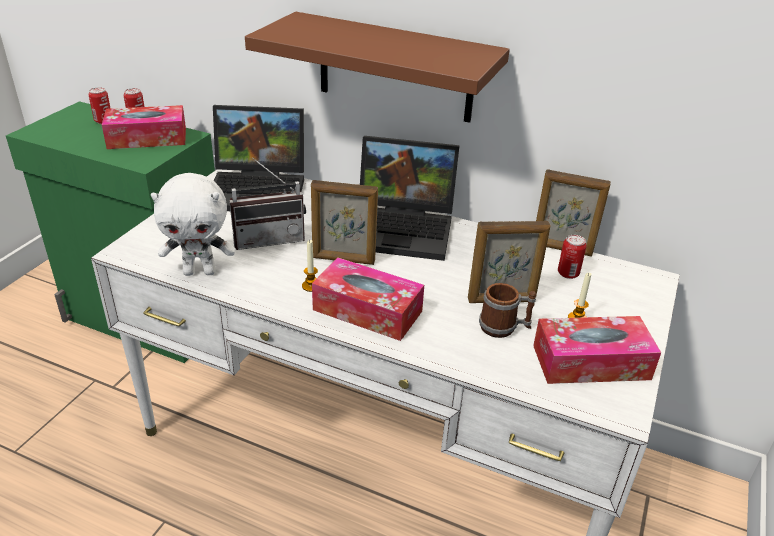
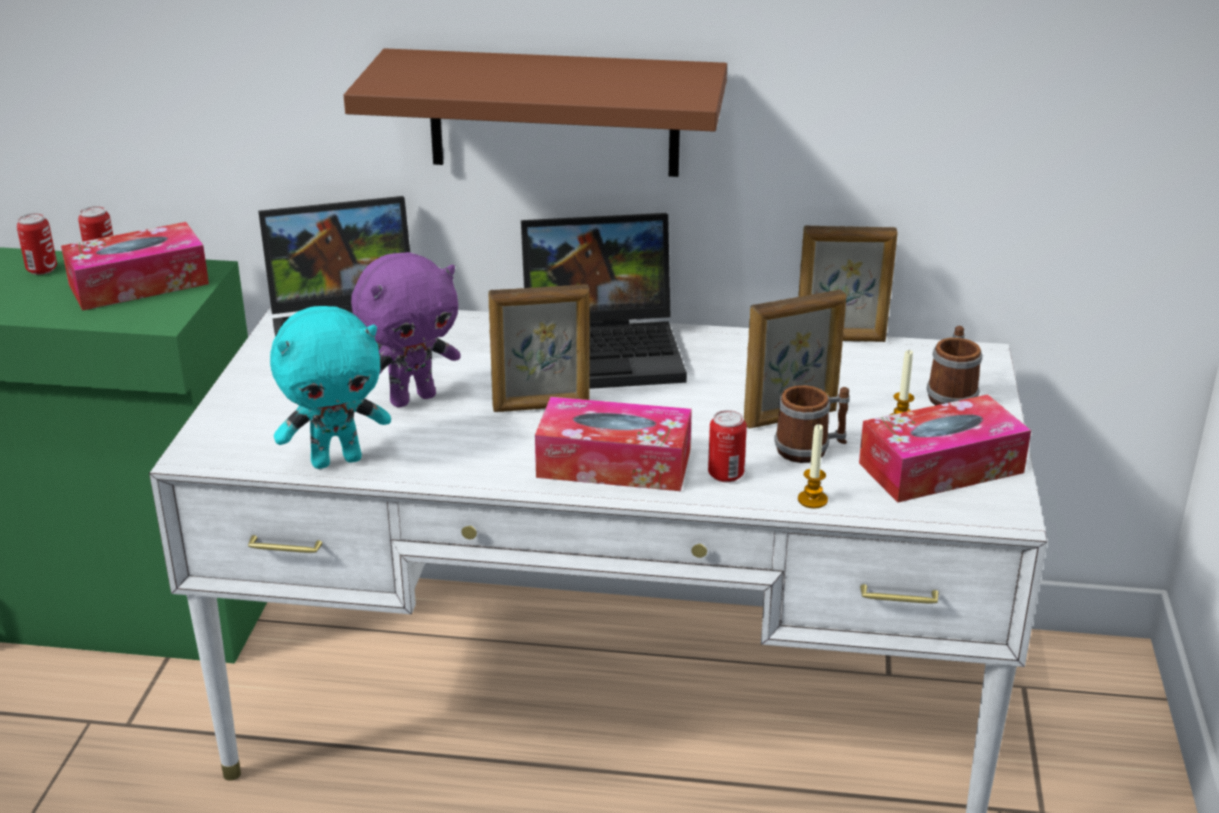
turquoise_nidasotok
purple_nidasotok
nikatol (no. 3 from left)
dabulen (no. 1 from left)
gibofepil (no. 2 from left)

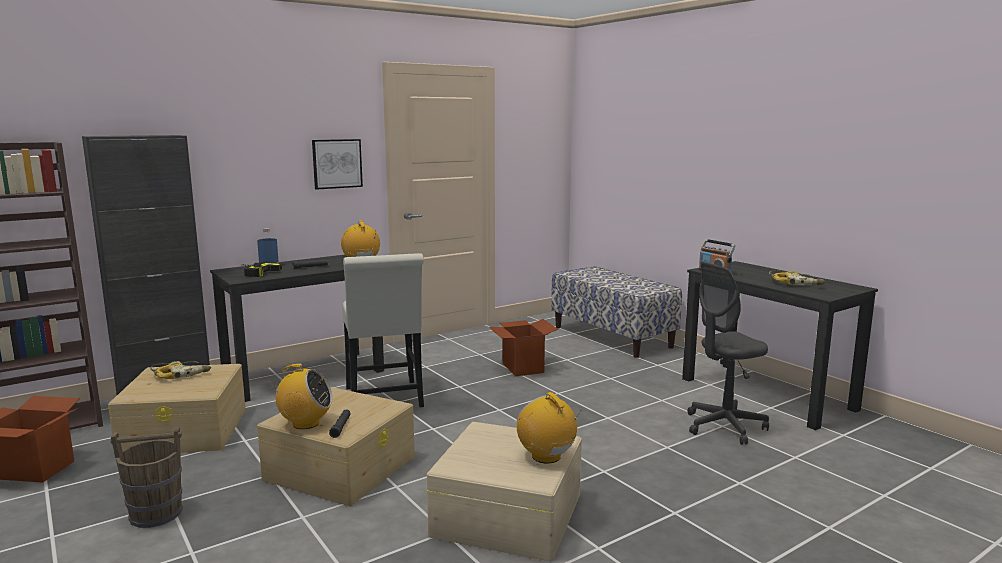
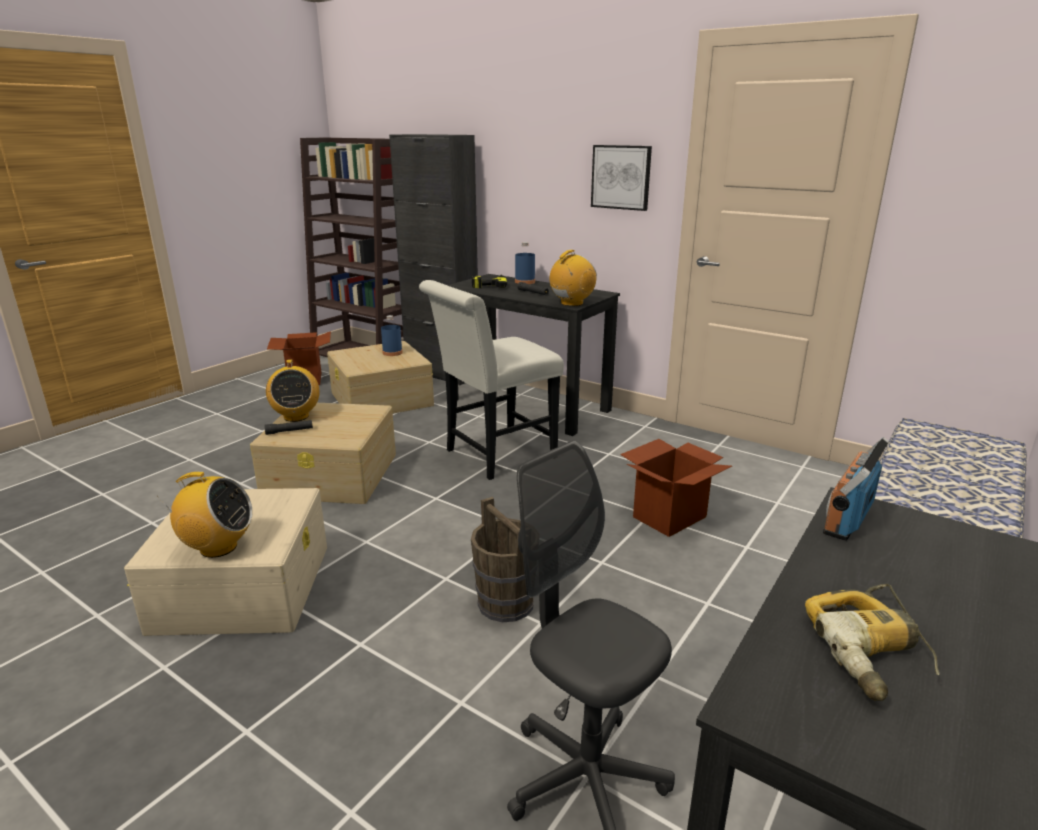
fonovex (no. 1 from left)
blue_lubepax (no. 1 from left)
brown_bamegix

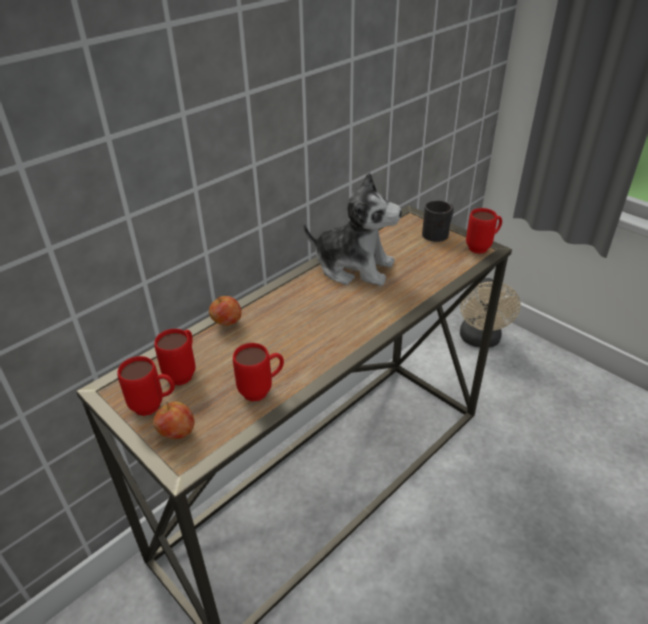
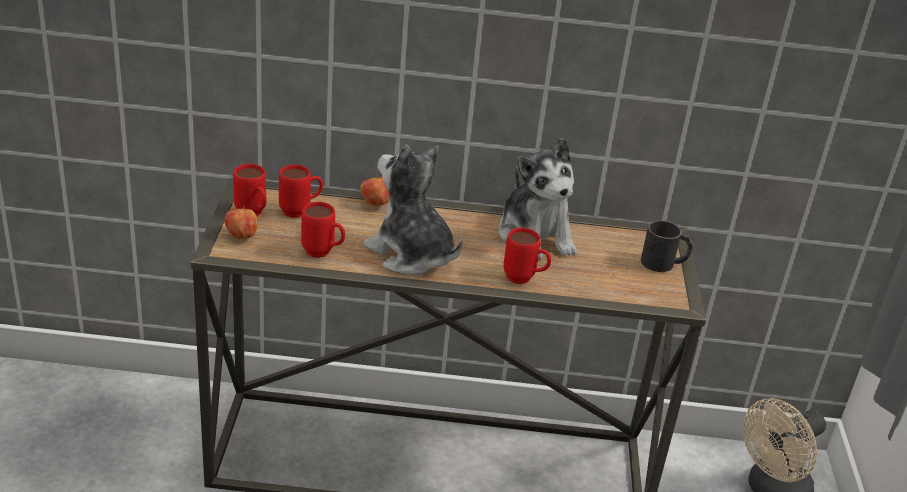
nidasotok (no. 1 from left)
red_gibofepil (no. 4 from left)

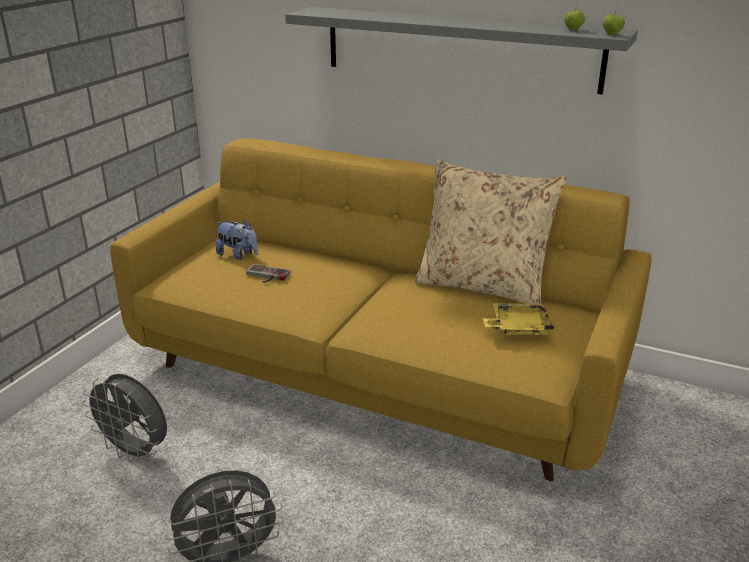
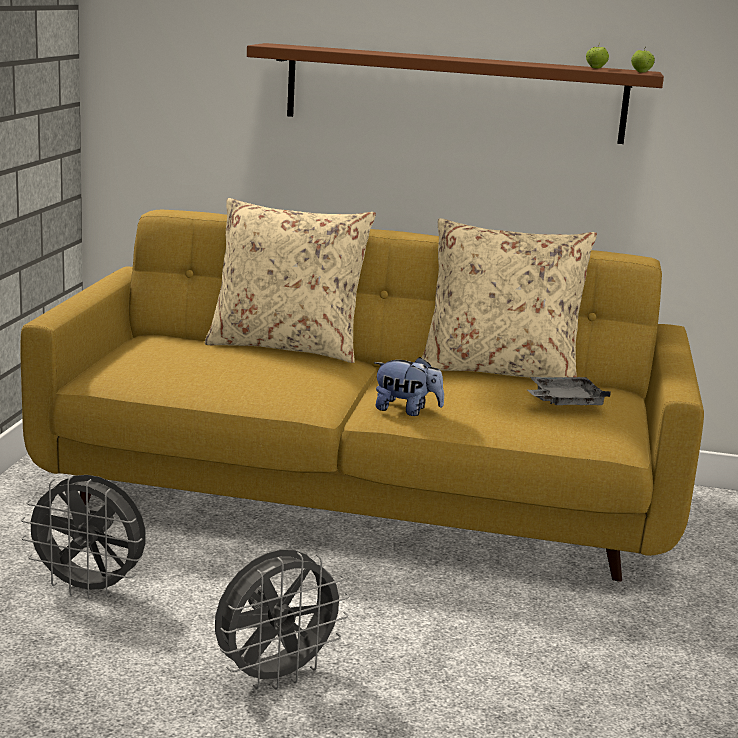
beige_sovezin (no. 1 from left)
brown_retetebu
nidasotok
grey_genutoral
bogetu

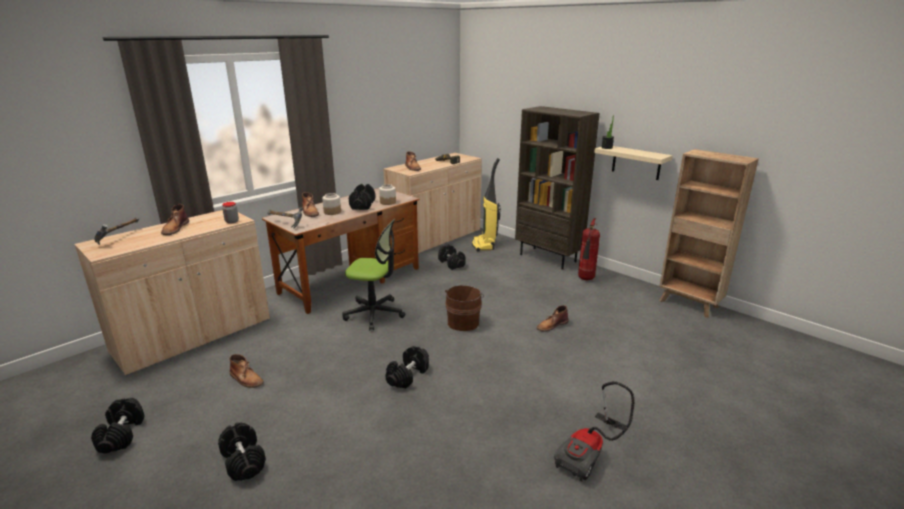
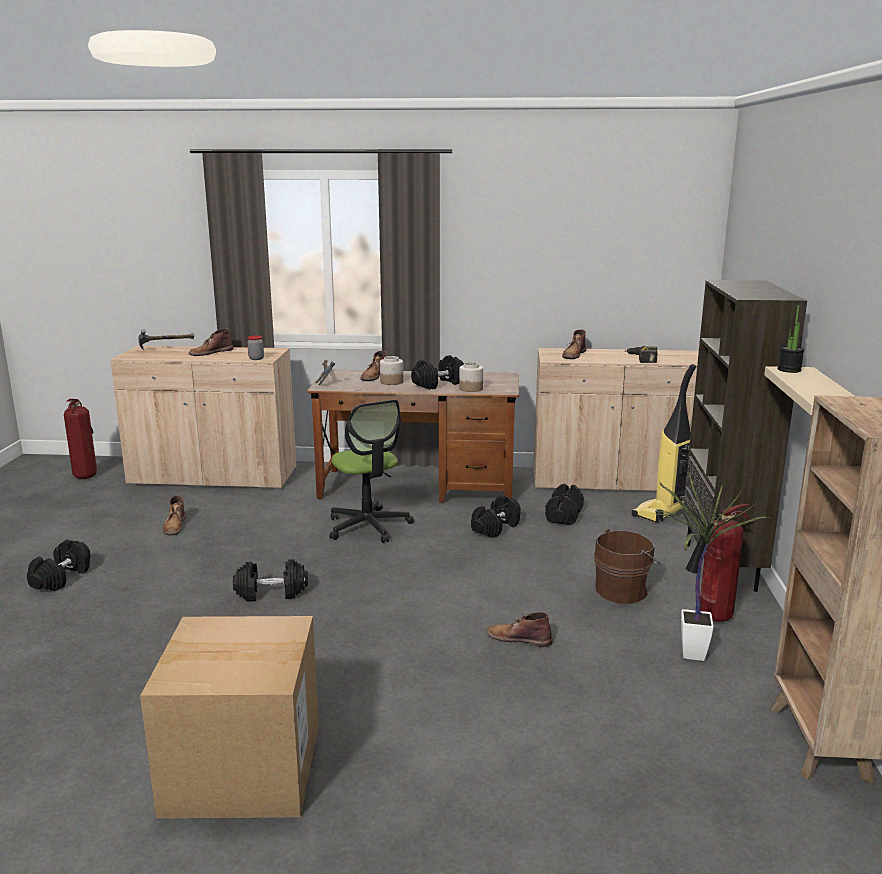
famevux (no. 1 from left)
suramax
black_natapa (no. 4 from left)
brown_bamegix
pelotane (no. 1 from left)

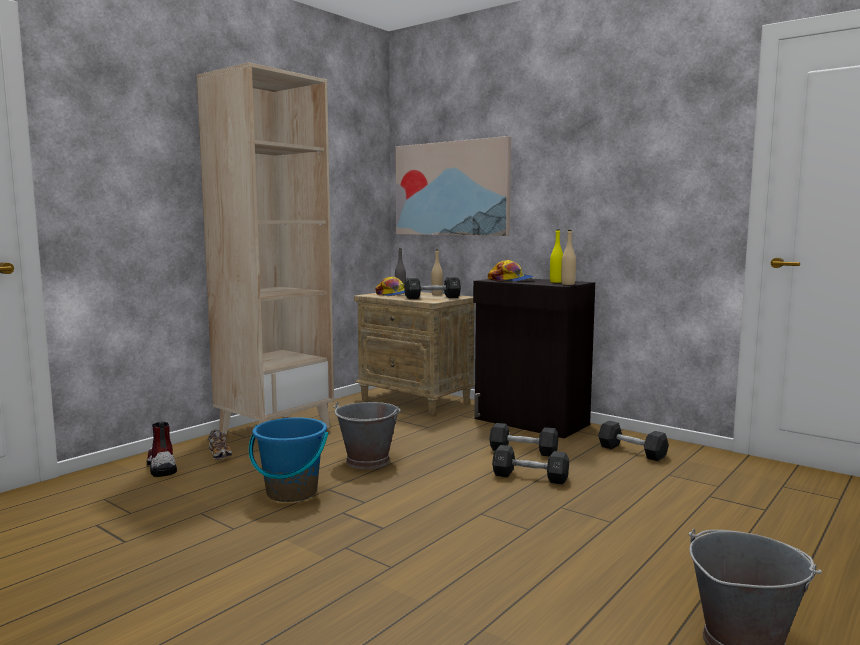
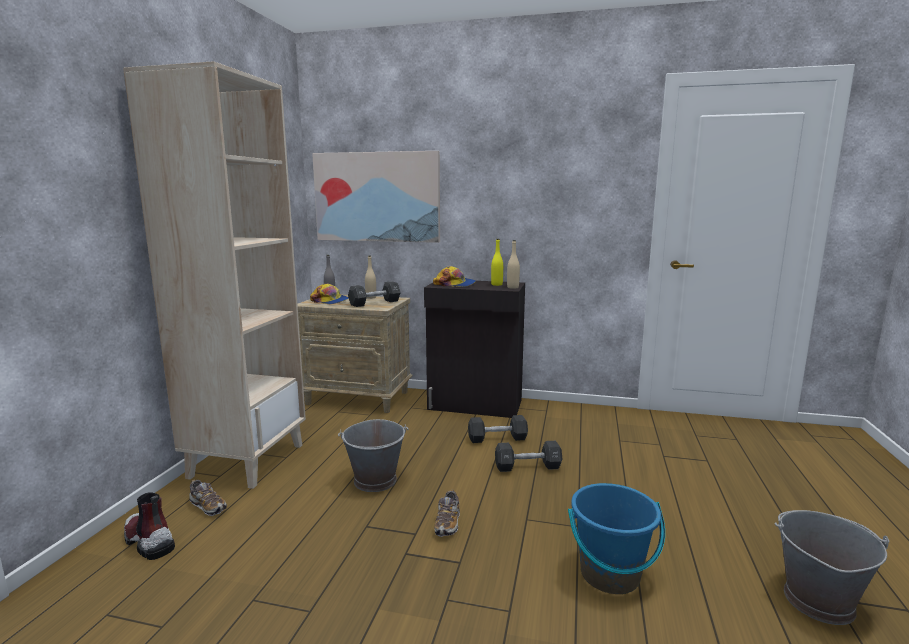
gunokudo (no. 2 from left)
blue_bamegix
black_natapa (no. 4 from left in the first image)

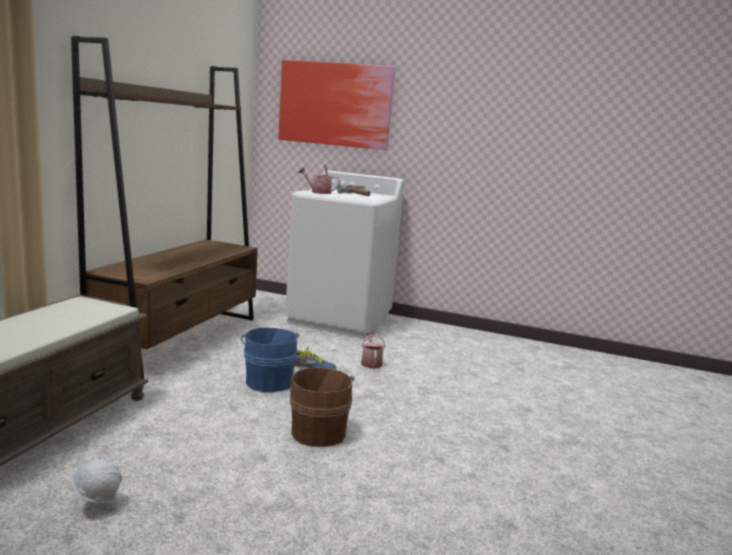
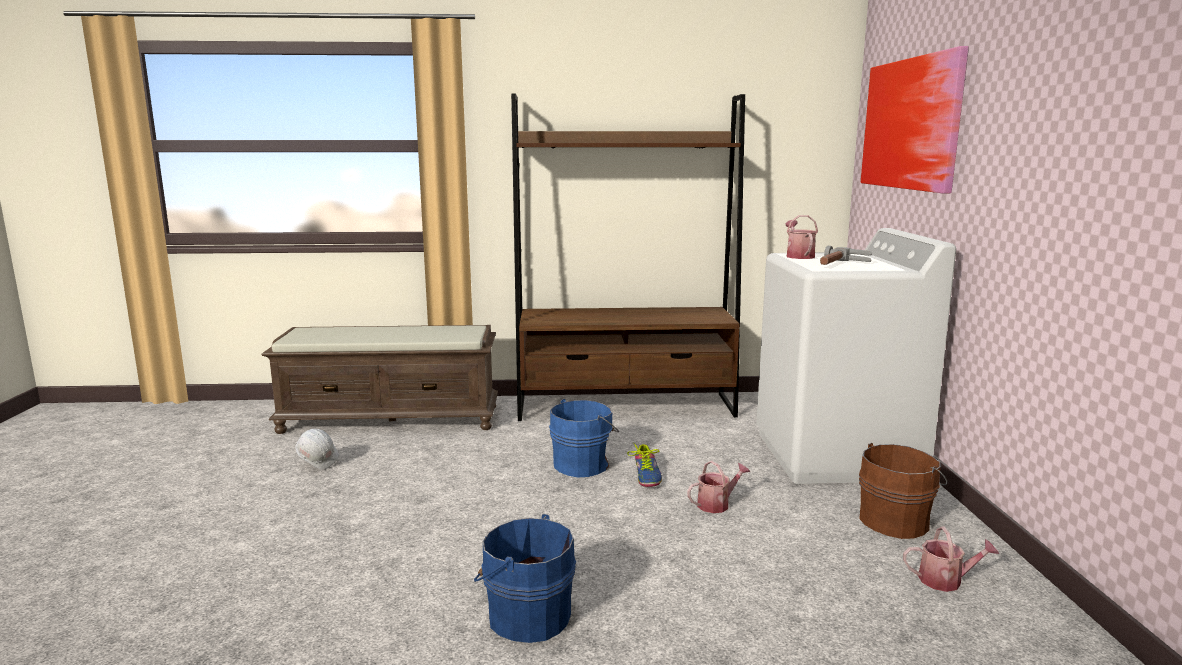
blue_bamegix (no. 1 from left)
brown_bamegix
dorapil (no. 3 from left)

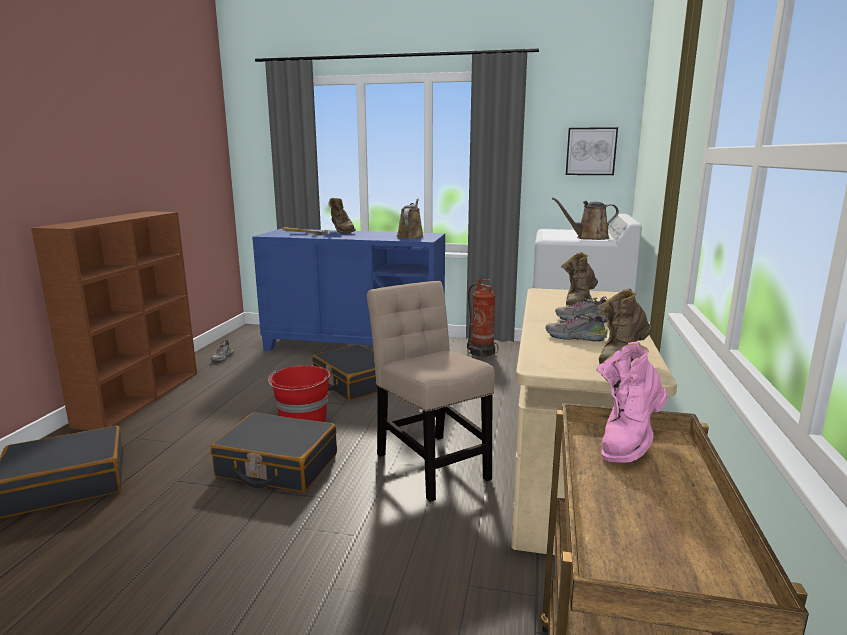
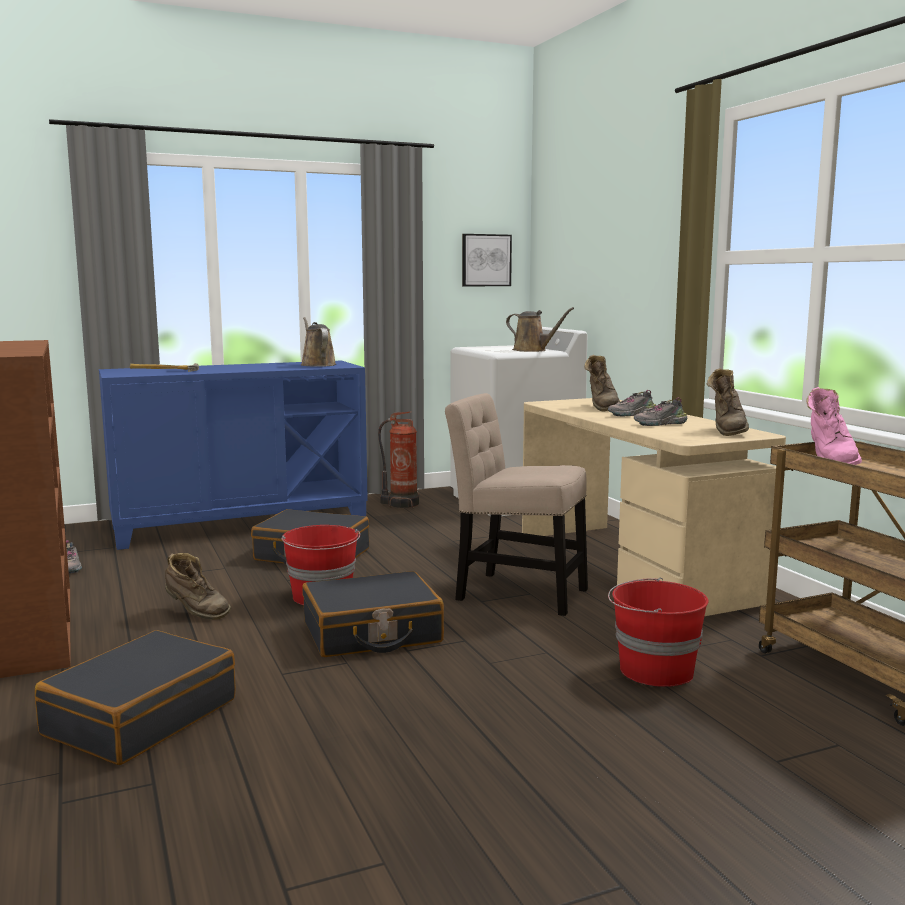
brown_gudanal (no. 1 from left)
brown_dorapil (no. 2 from left)
red_bamegix (no. 2 from left)

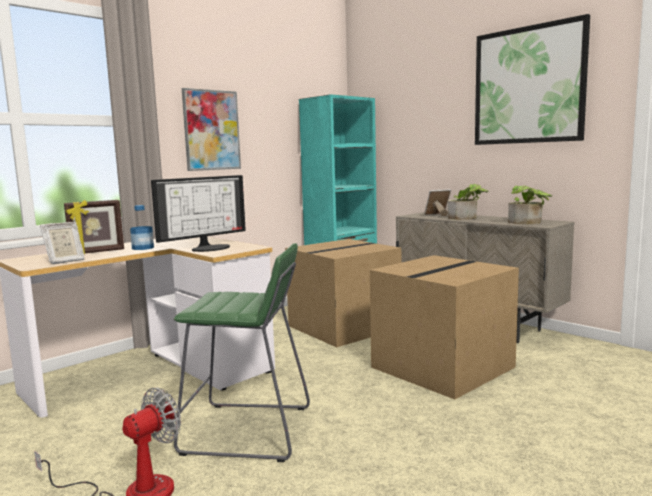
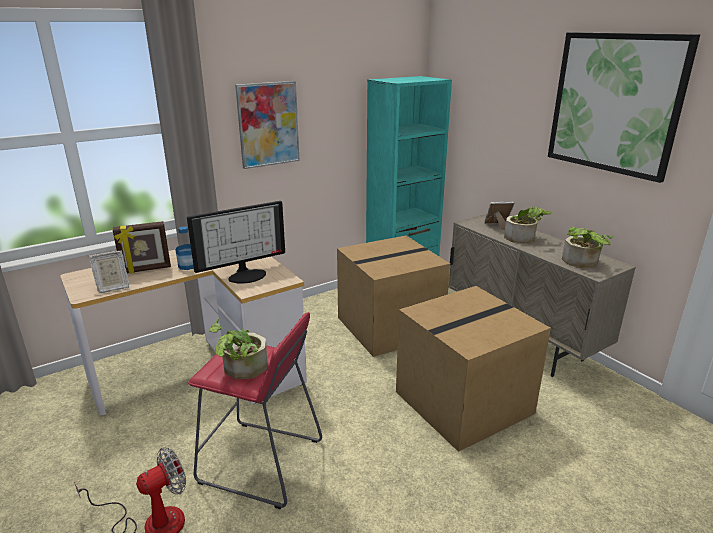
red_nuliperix
pelotane (no. 1 from left)

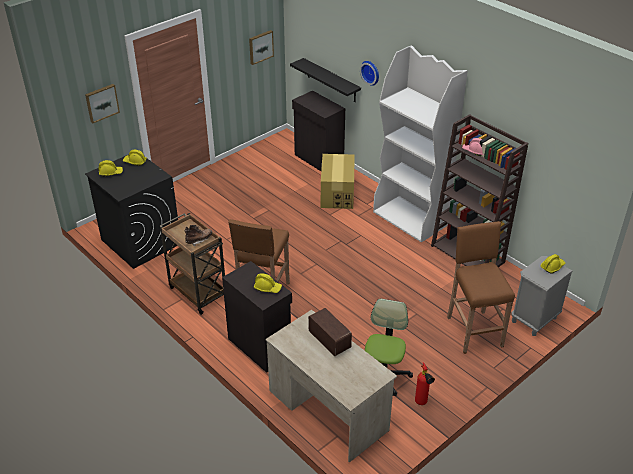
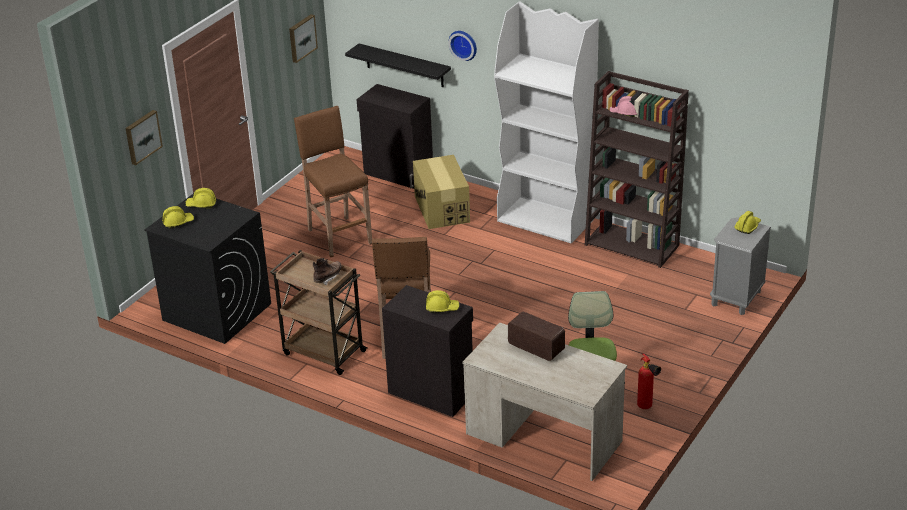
brown_nuliperix (no. 1 from left)

